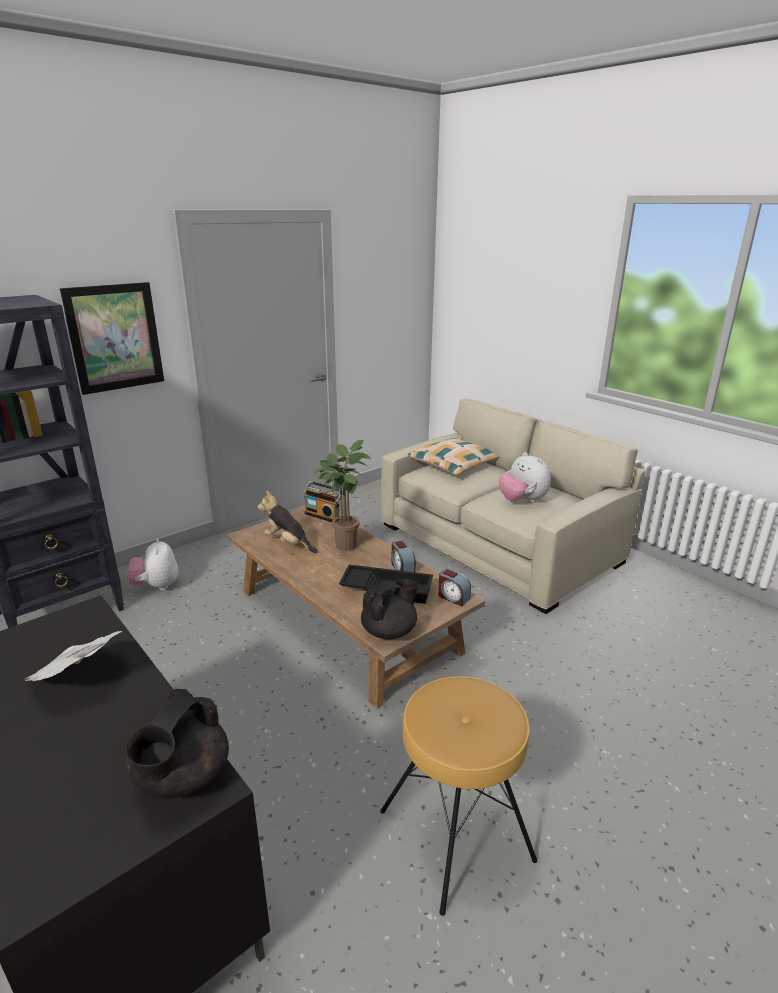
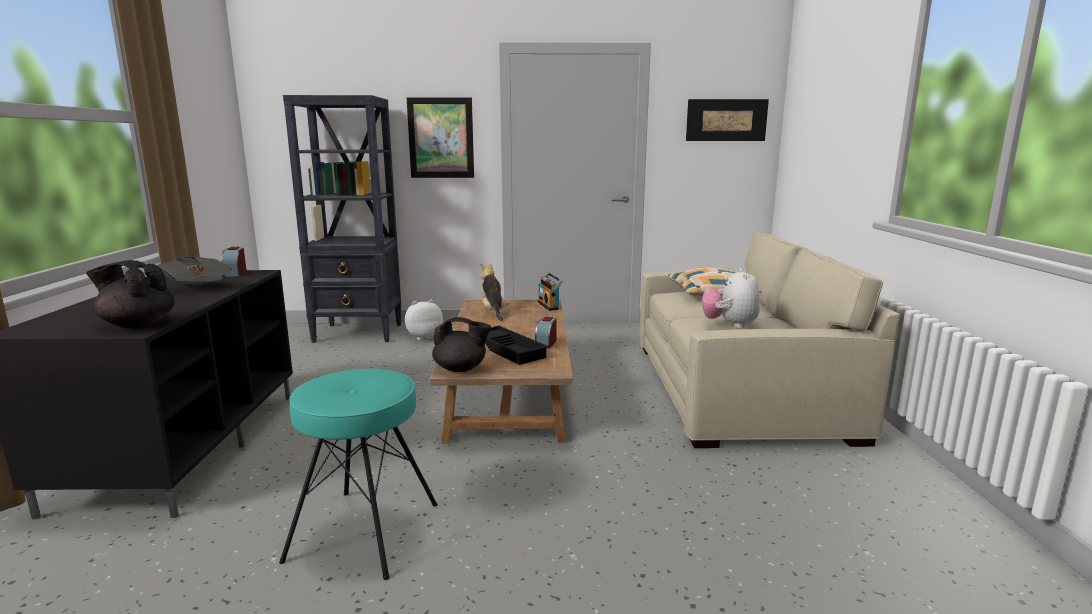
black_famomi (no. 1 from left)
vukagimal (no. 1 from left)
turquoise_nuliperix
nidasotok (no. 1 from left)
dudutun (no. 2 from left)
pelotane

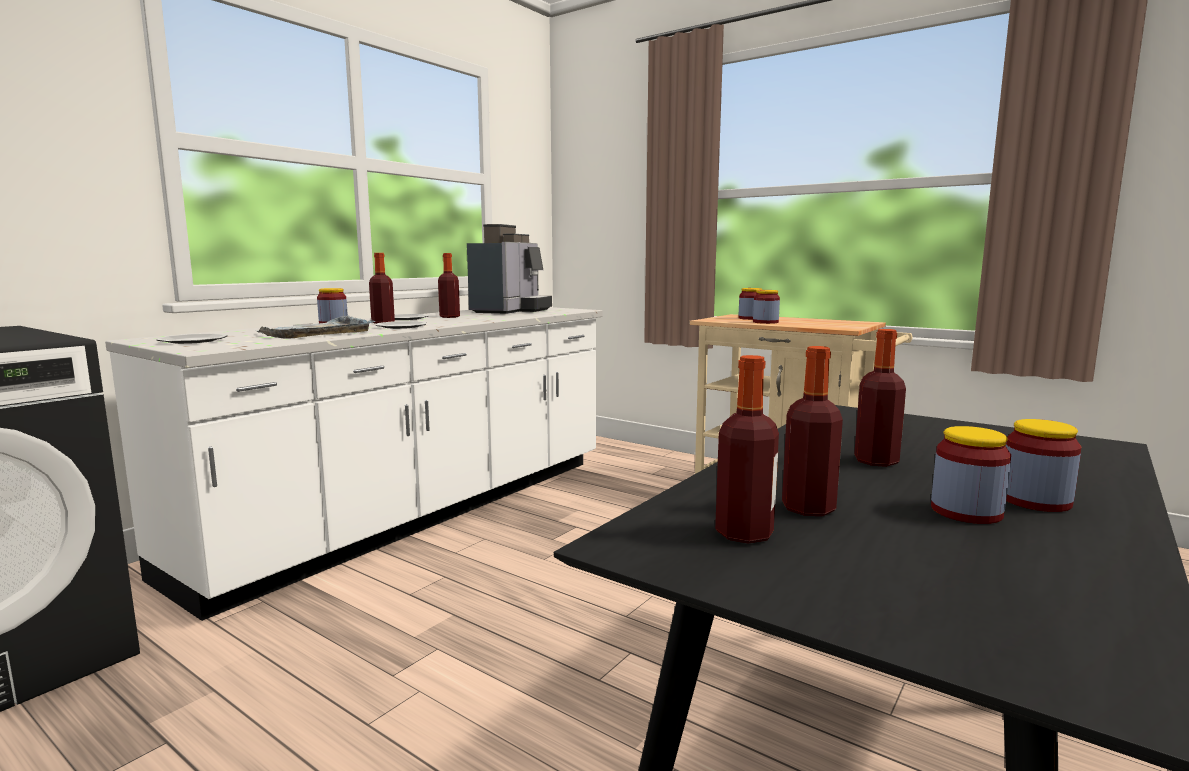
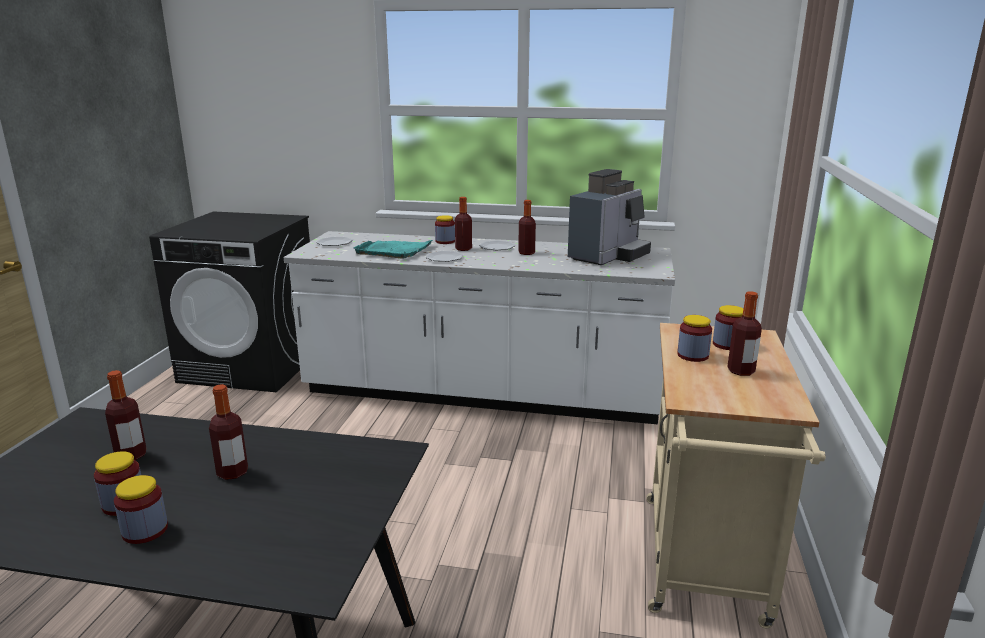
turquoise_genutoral
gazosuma
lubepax (no. 5 from left)

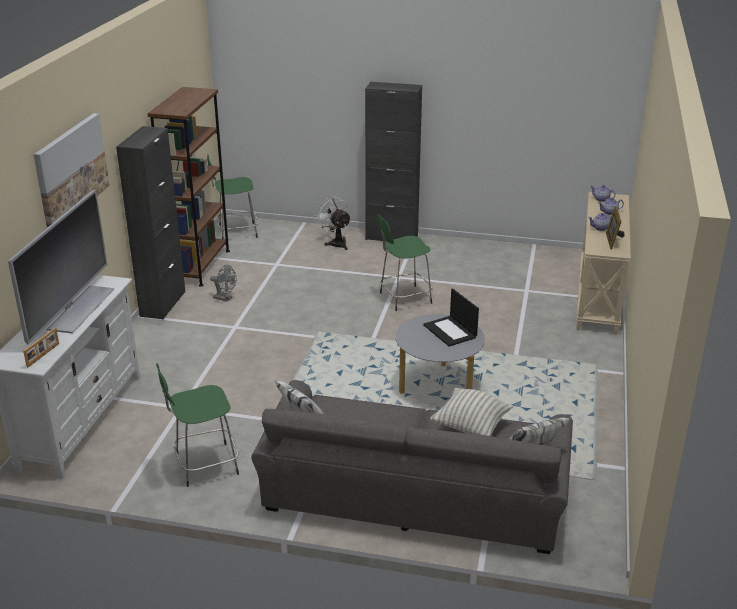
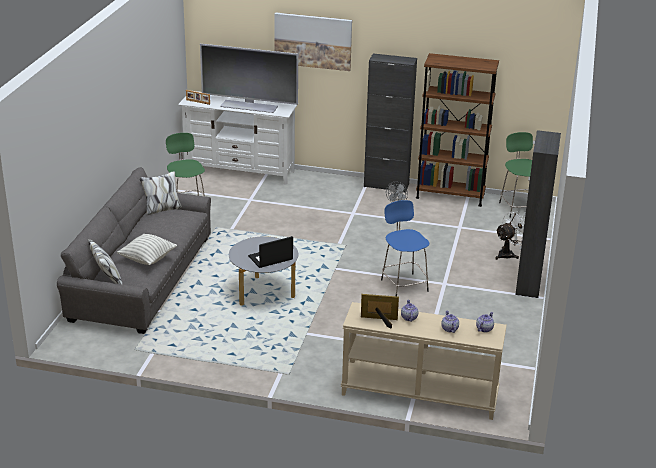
blue_nuliperix

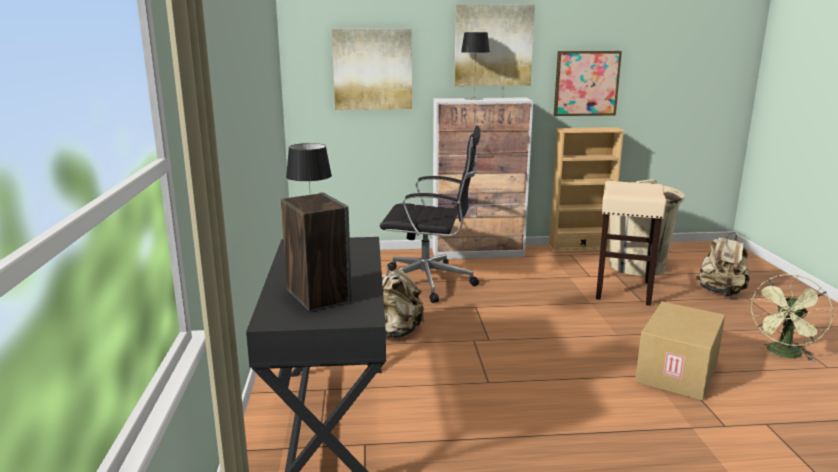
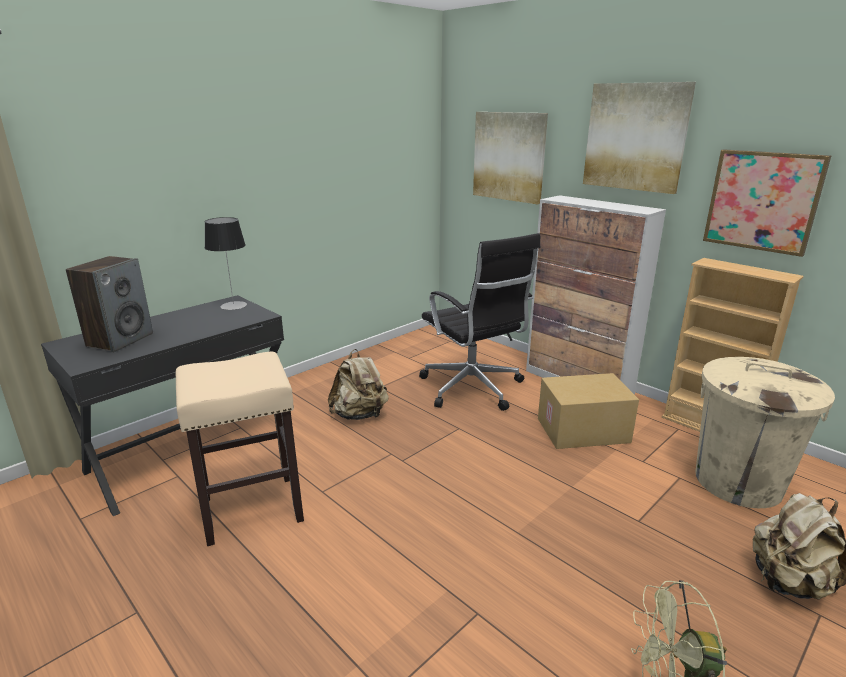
beige_nuliperix
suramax
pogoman (no. 2 from left in the first image)

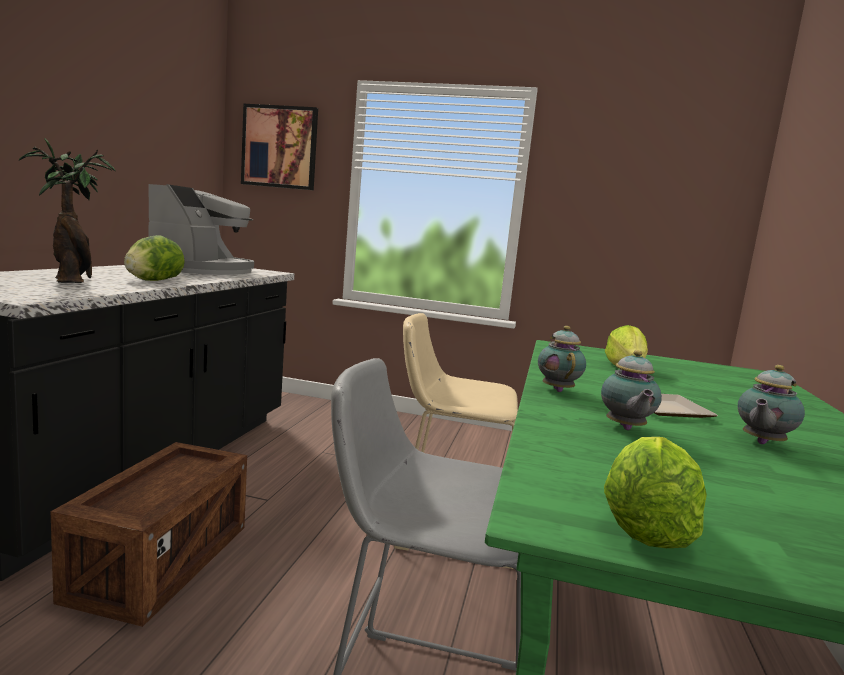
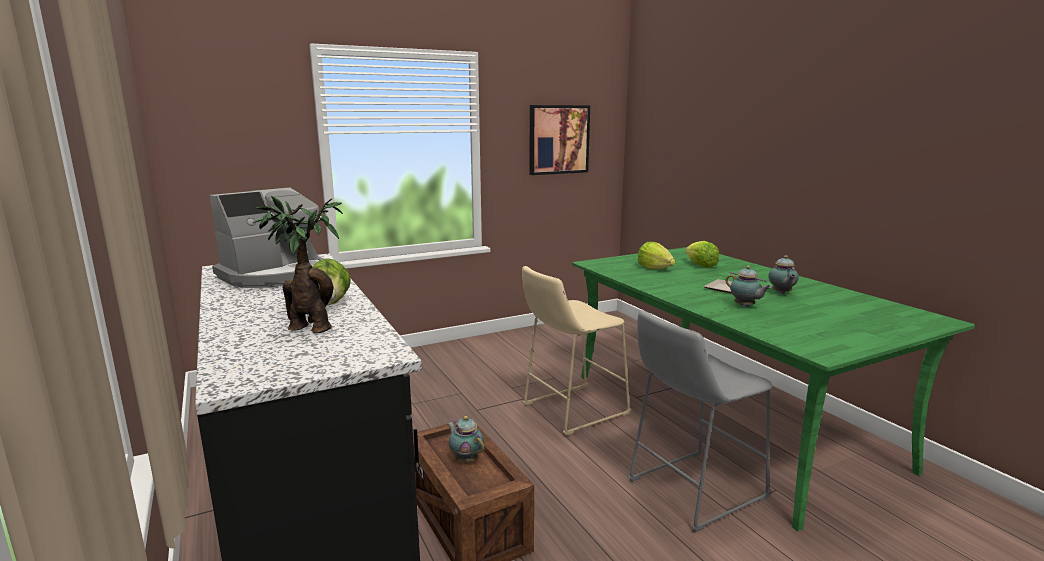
gazosuma
famomi (no. 1 from left)
dudutun
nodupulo (no. 3 from left)

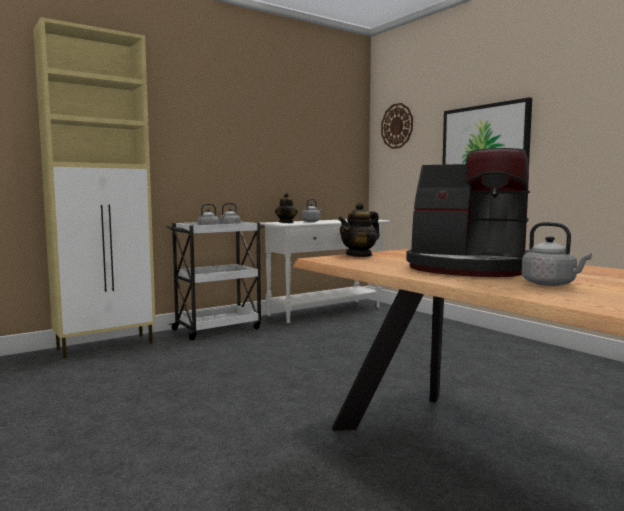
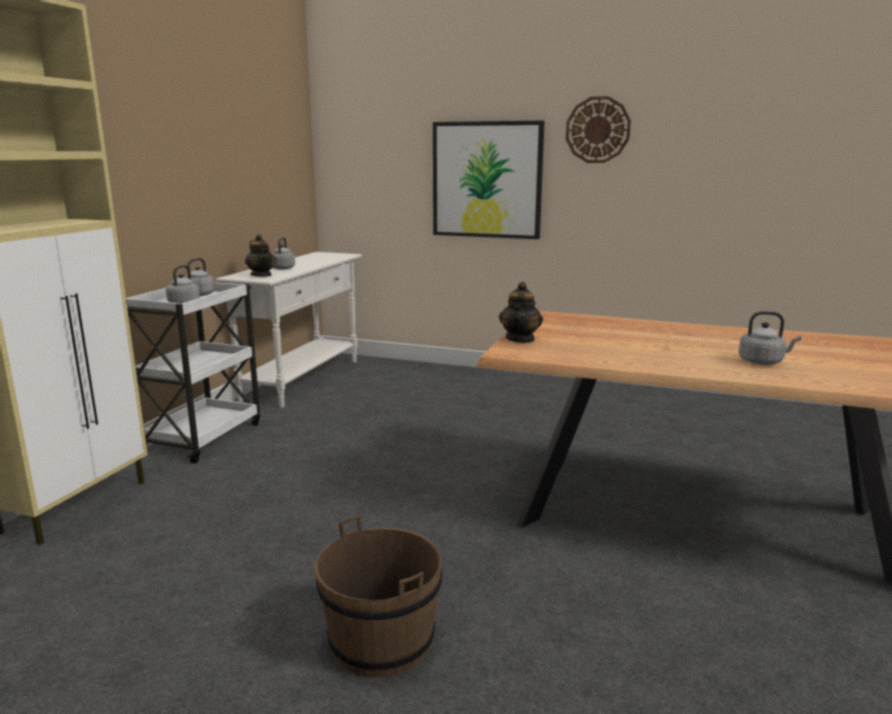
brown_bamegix
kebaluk
gazosuma

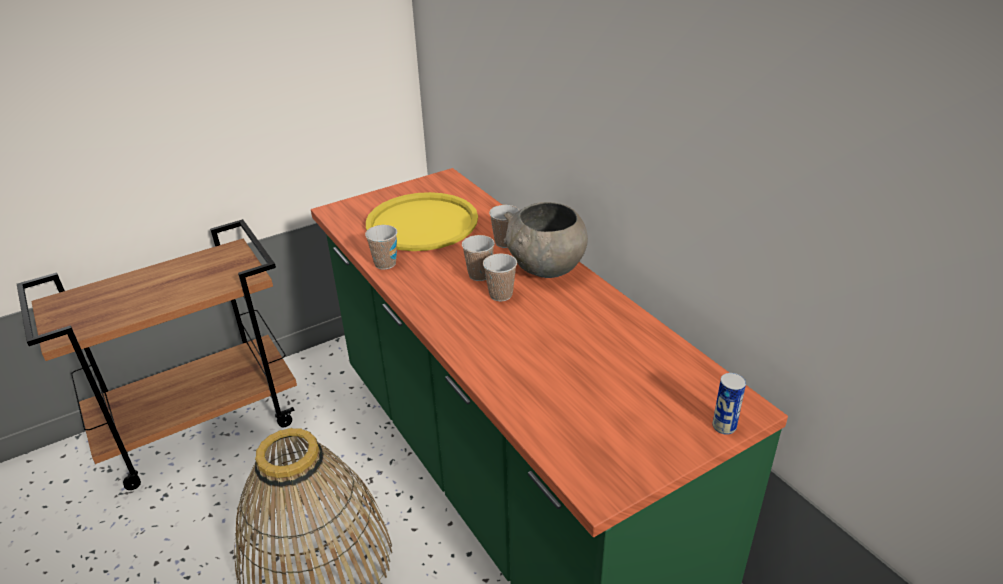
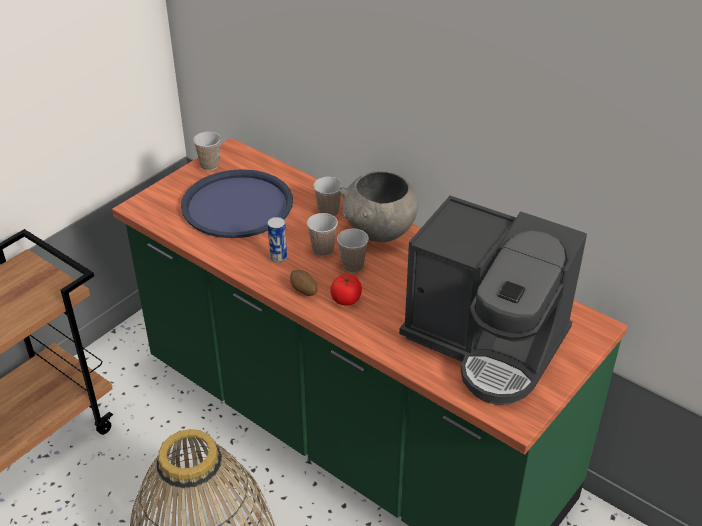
blue_genutoral
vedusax (no. 1 from left)
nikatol
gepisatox
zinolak
gazosuma

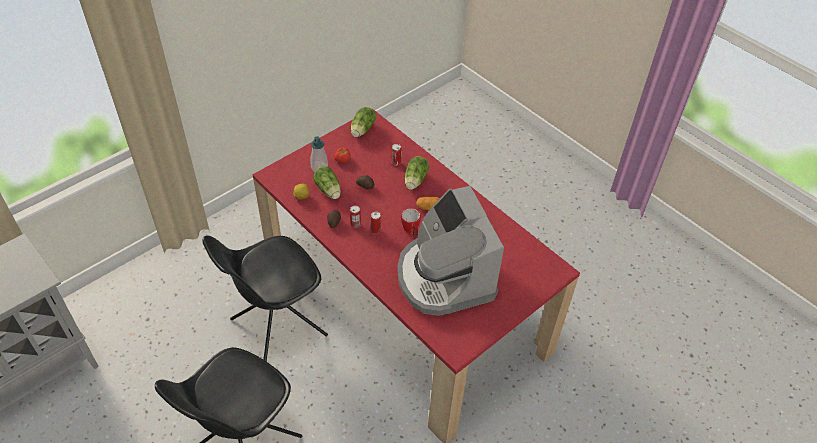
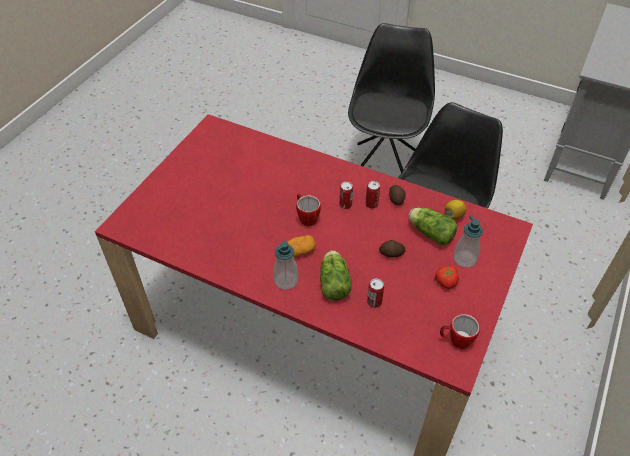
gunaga (no. 1 from left)
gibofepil (no. 2 from left)
gazosuma

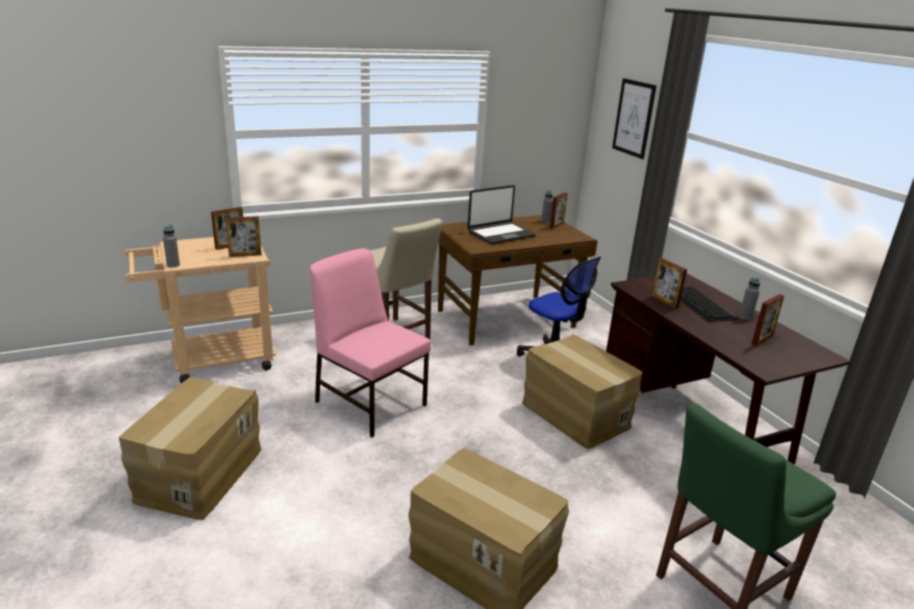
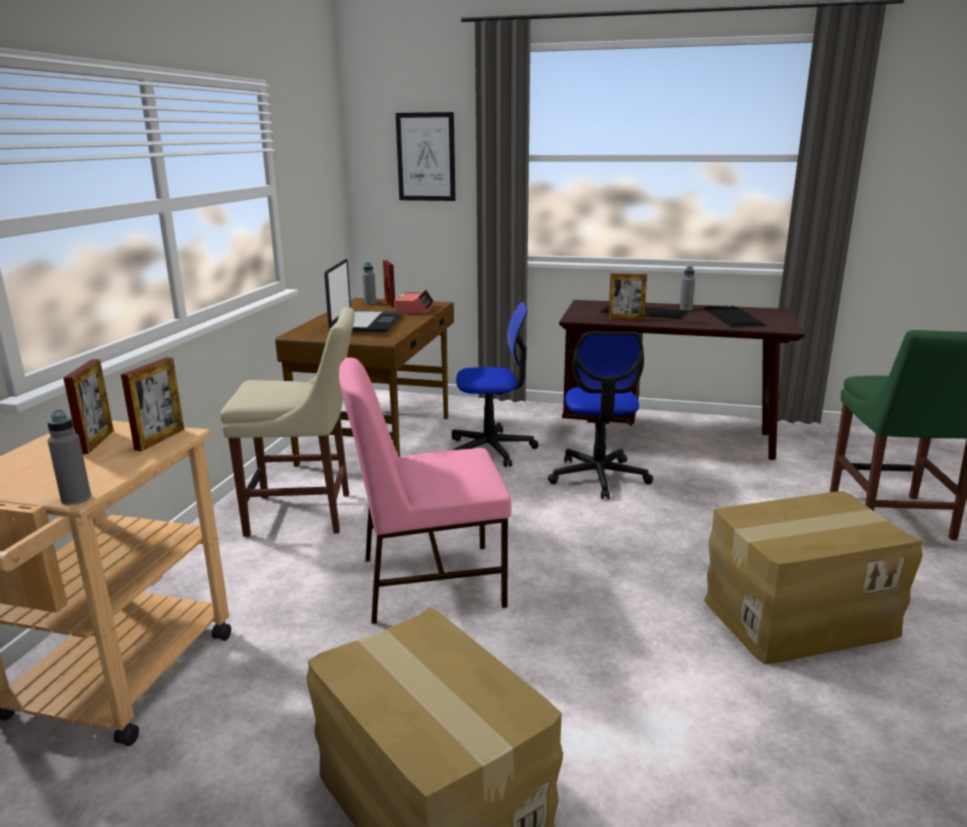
vukagimal
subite (no. 2 from left)
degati (no. 2 from left)

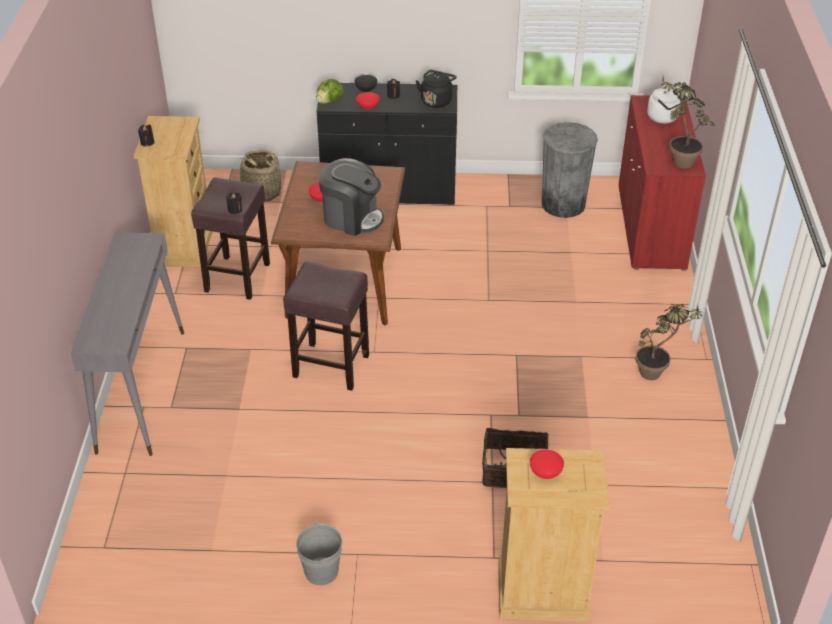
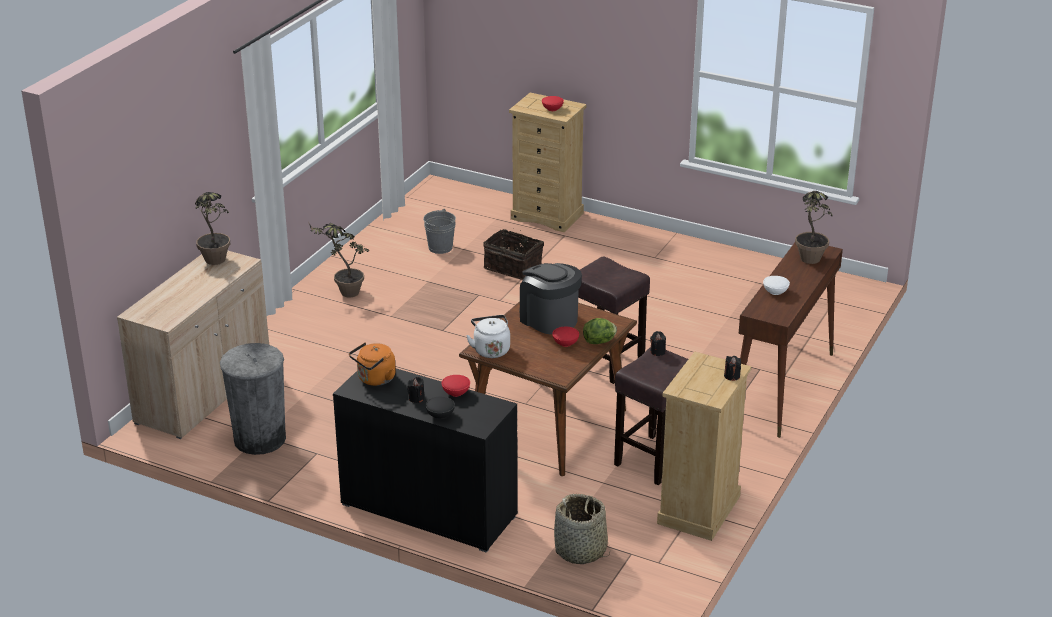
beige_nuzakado
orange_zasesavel
grey_bamegix
white_zasesavel
nodupulo
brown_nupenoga
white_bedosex
pelotane (no. 3 from left)

